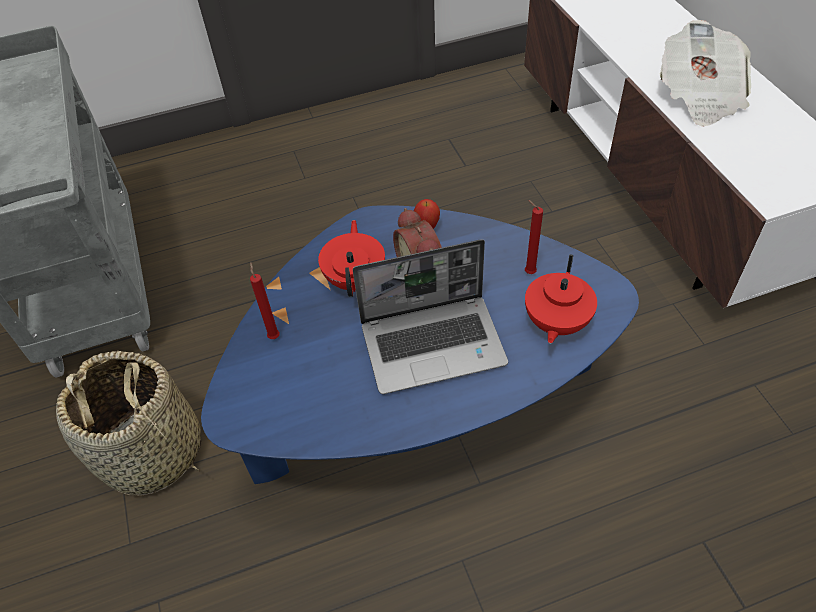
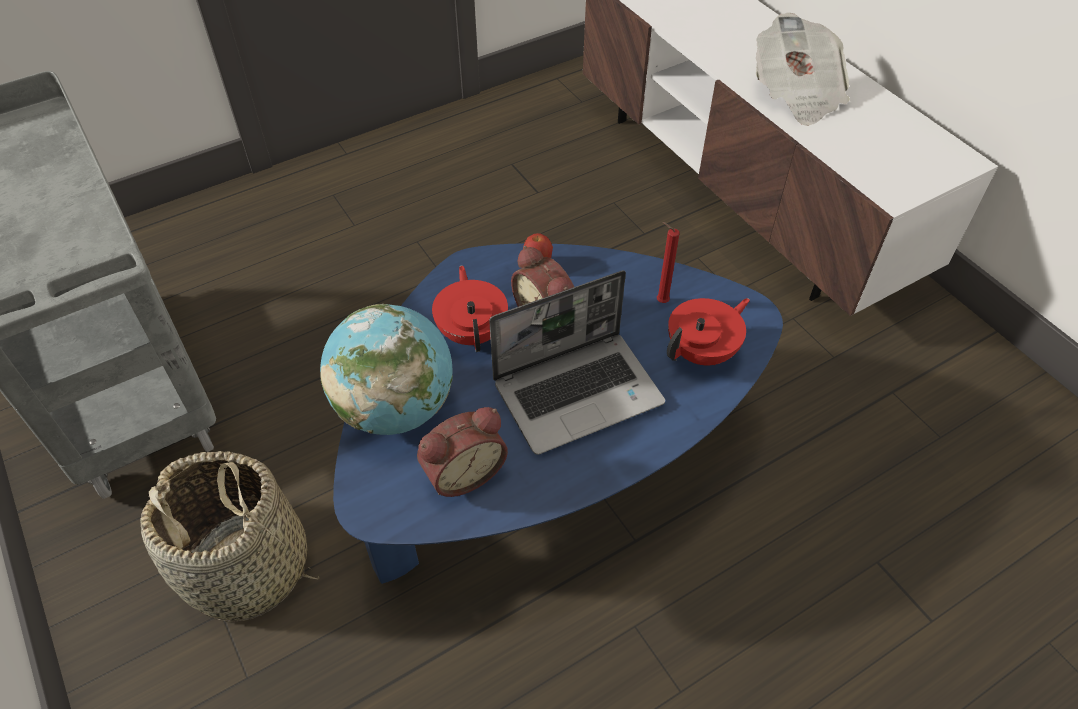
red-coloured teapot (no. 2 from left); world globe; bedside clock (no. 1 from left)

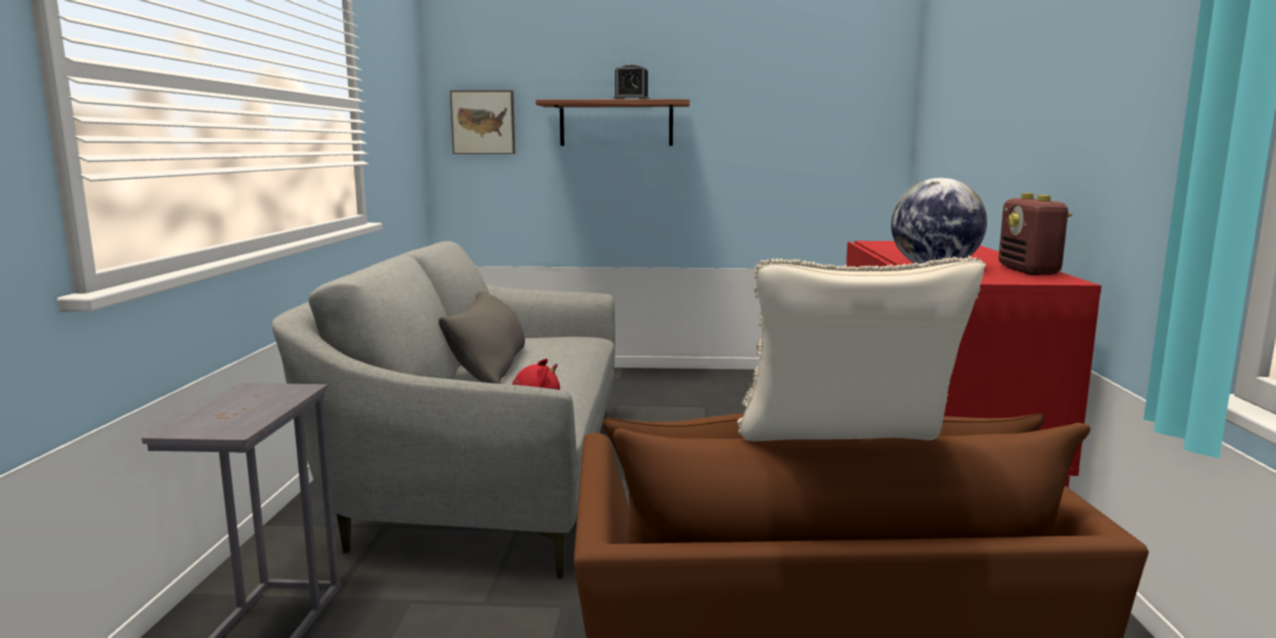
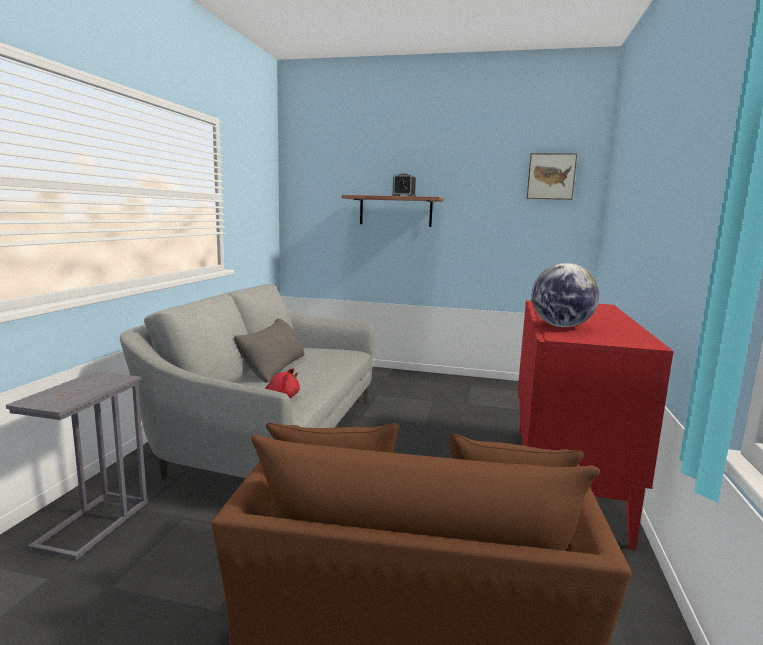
wall picture; radio; sand-coloured pillow

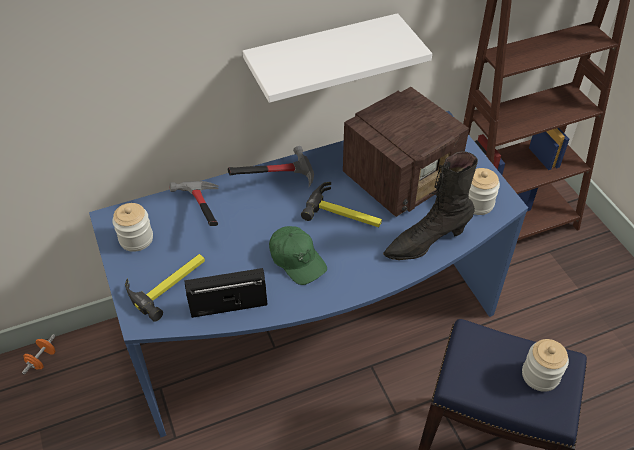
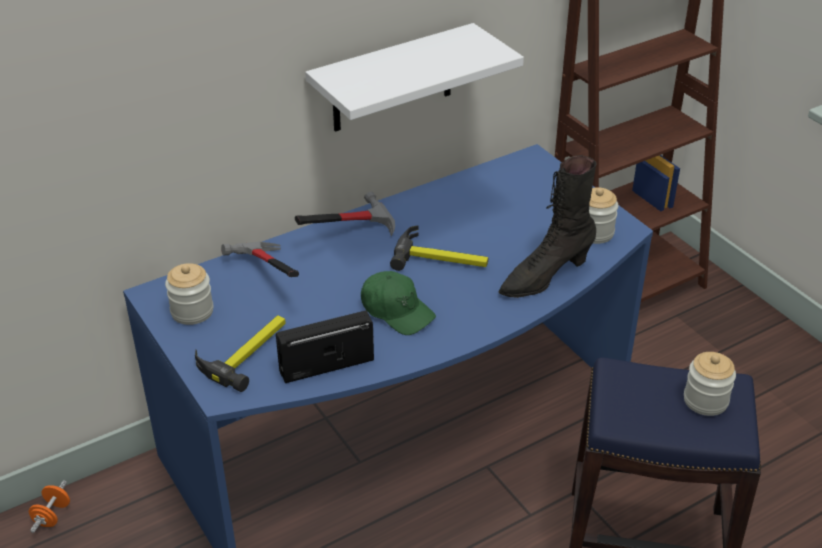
radio (no. 2 from left in the first image)

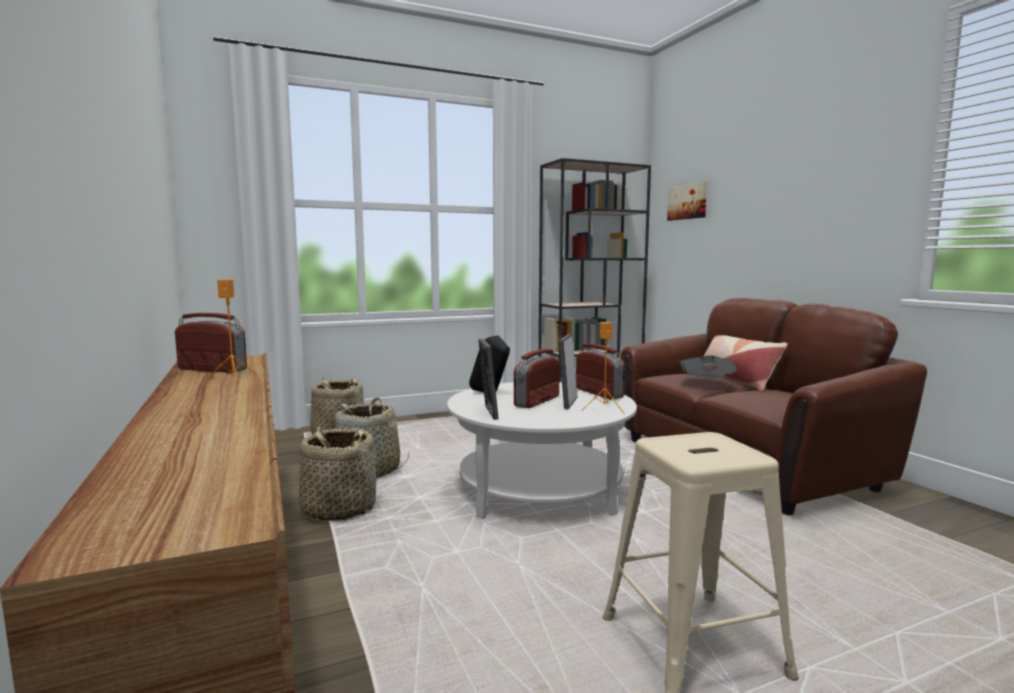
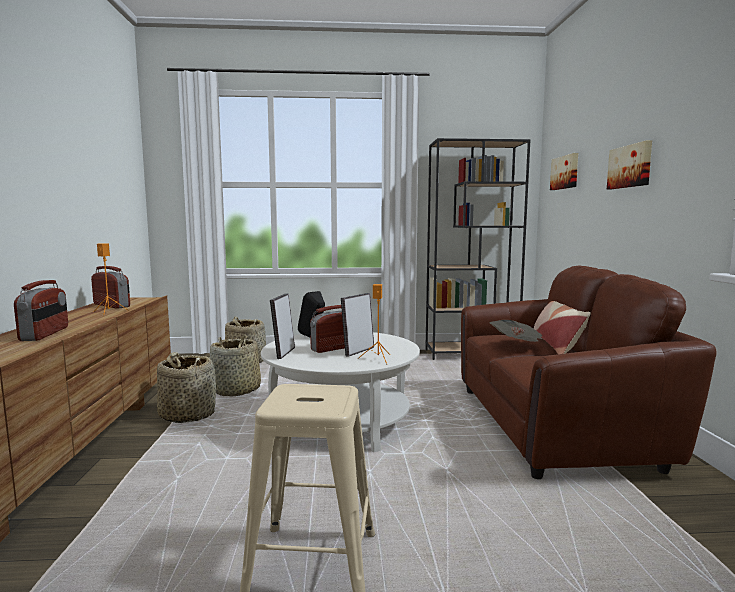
radio (no. 1 from left); wall picture (no. 2 from left)

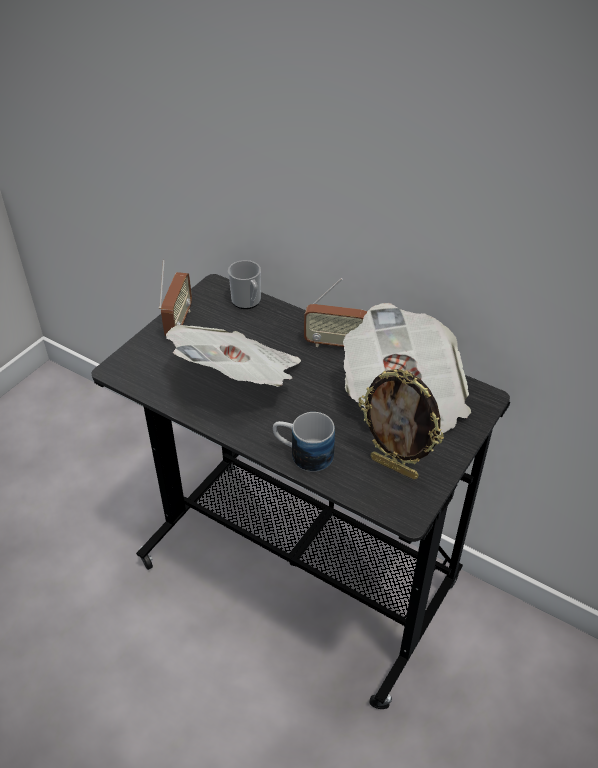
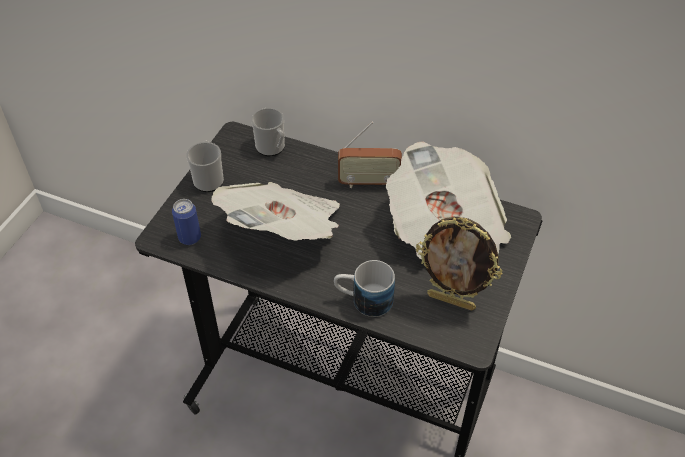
mug (no. 1 from left); can

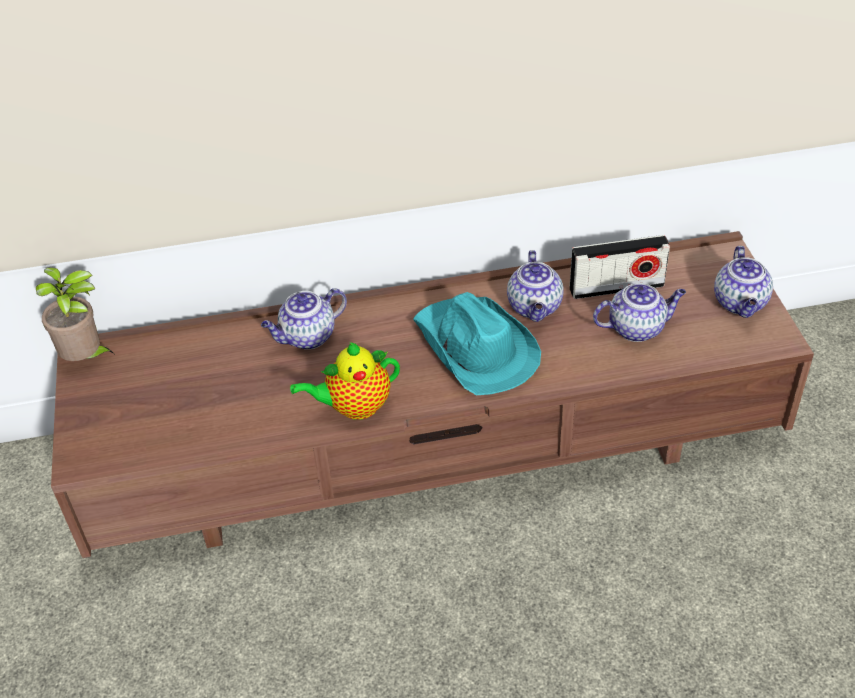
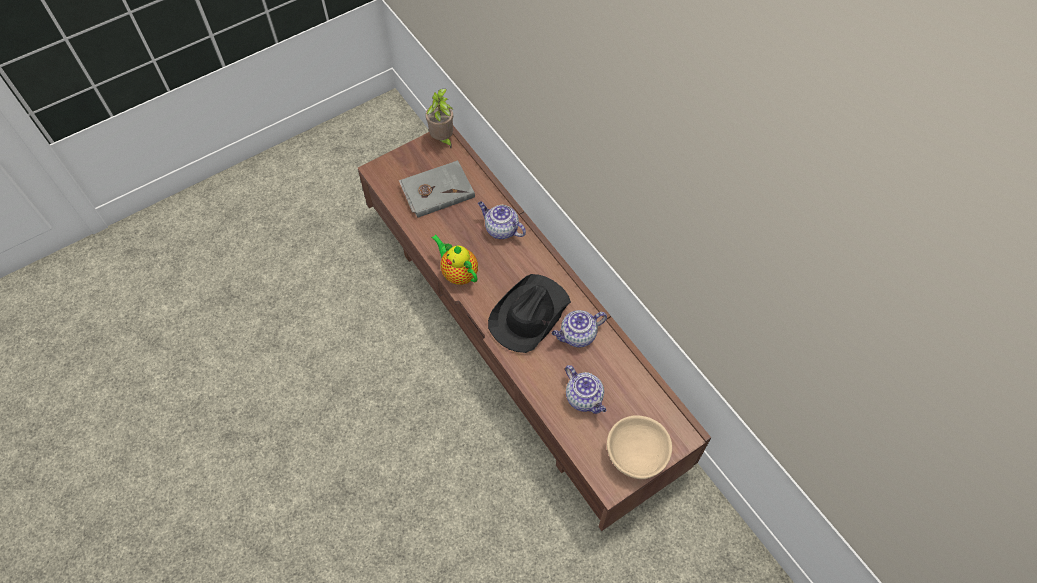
radio; sand-coloured bowl; black wearable hat; gray bound book

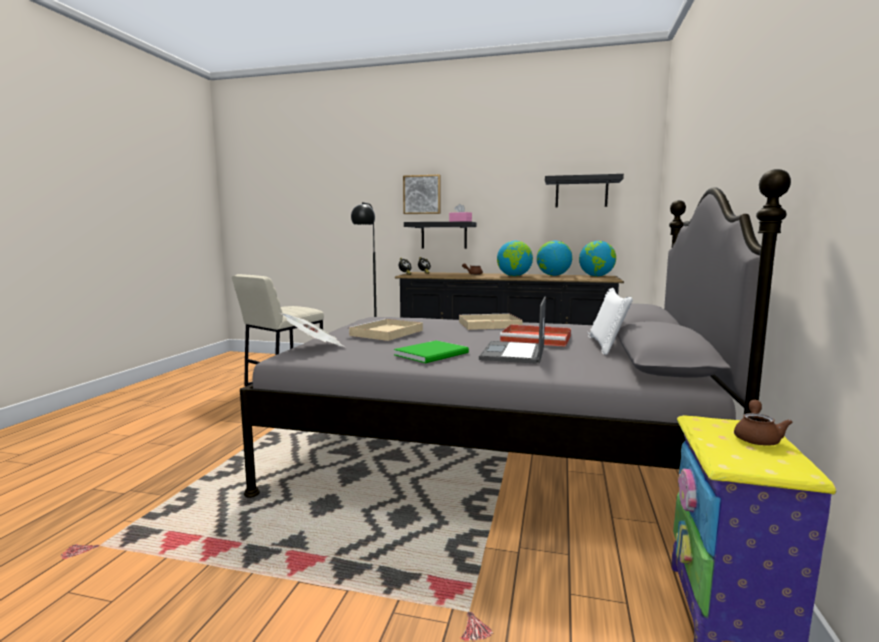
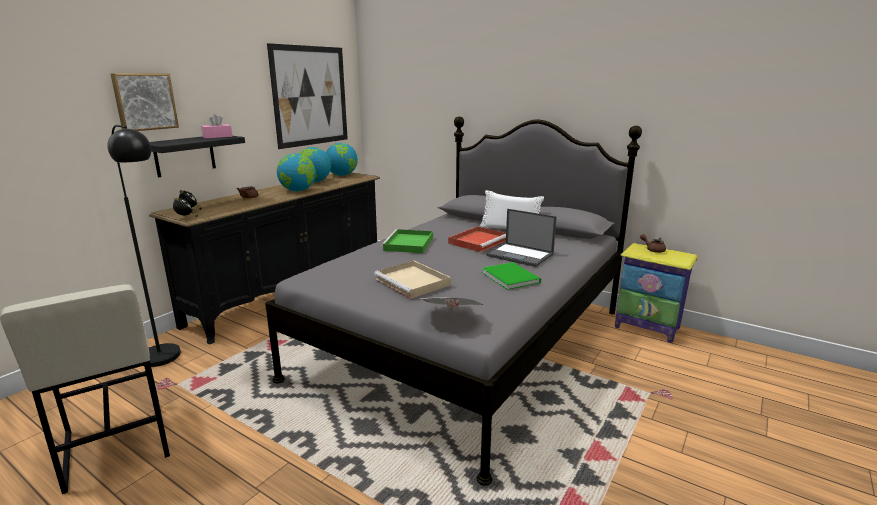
wall picture (no. 2 from left); greenish serving tray

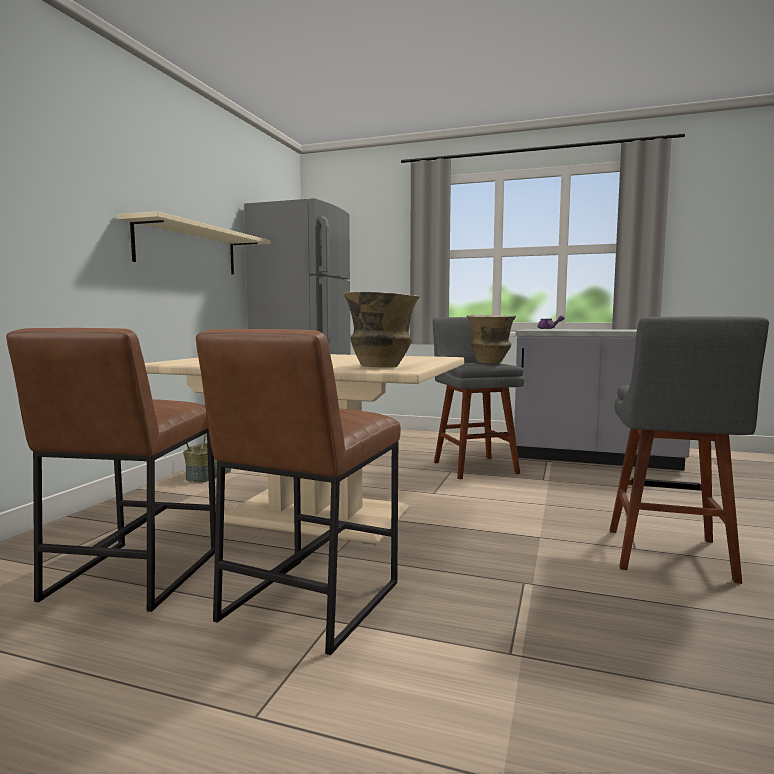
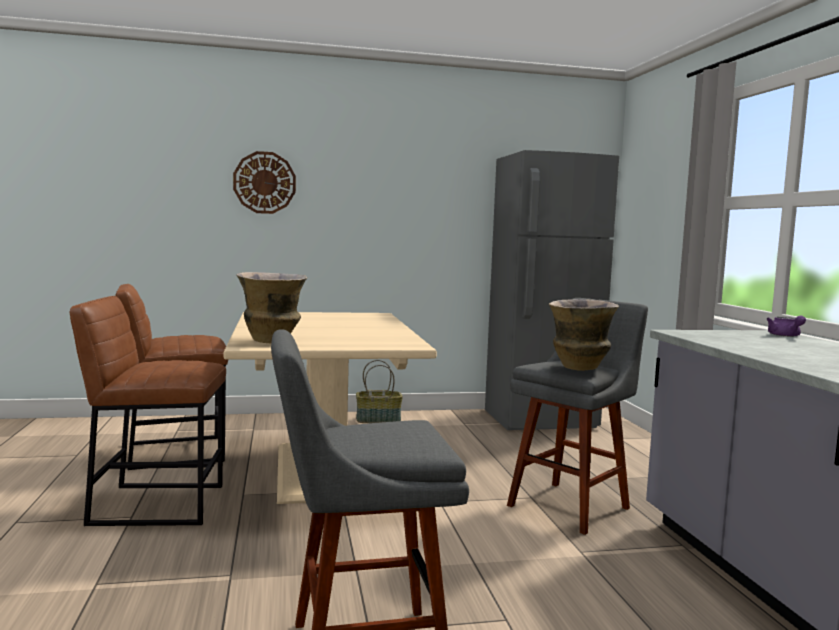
sand-coloured shelf; clock on the wall

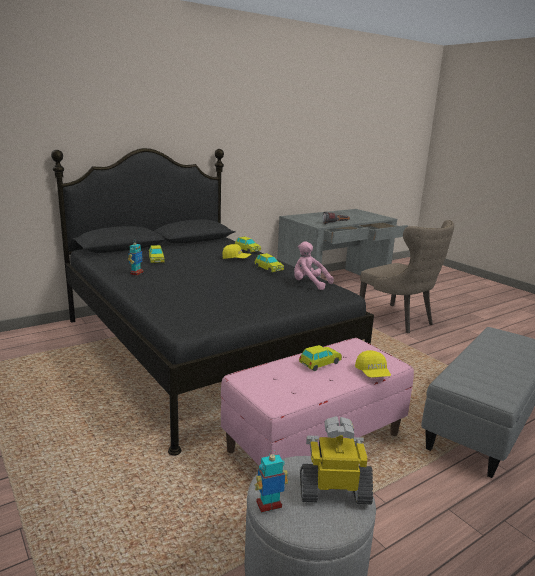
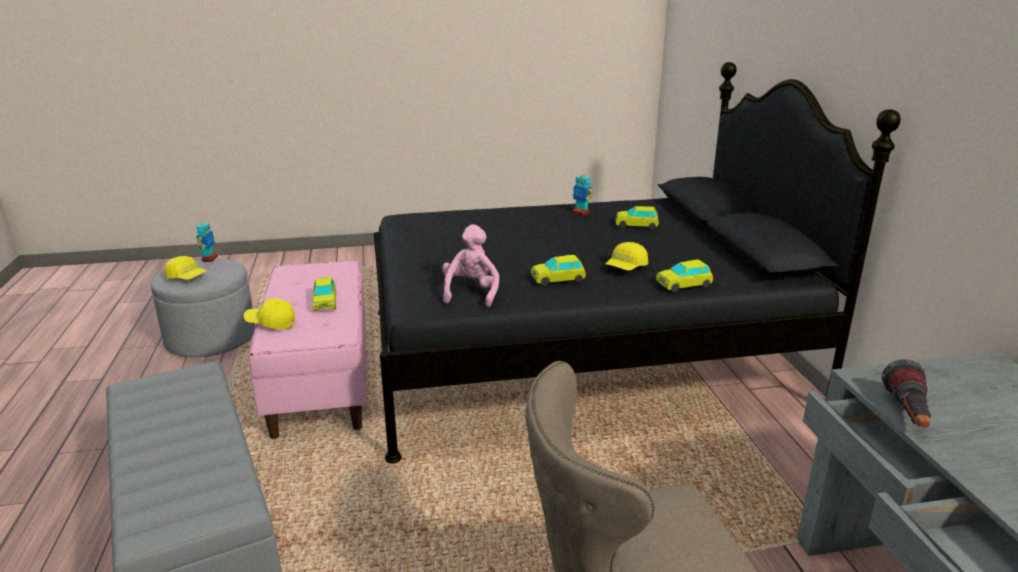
pink soft toy; yellow-coloured cap (no. 1 from left)

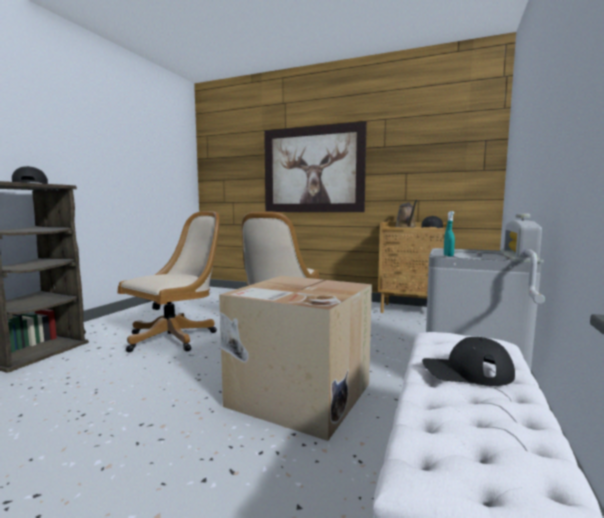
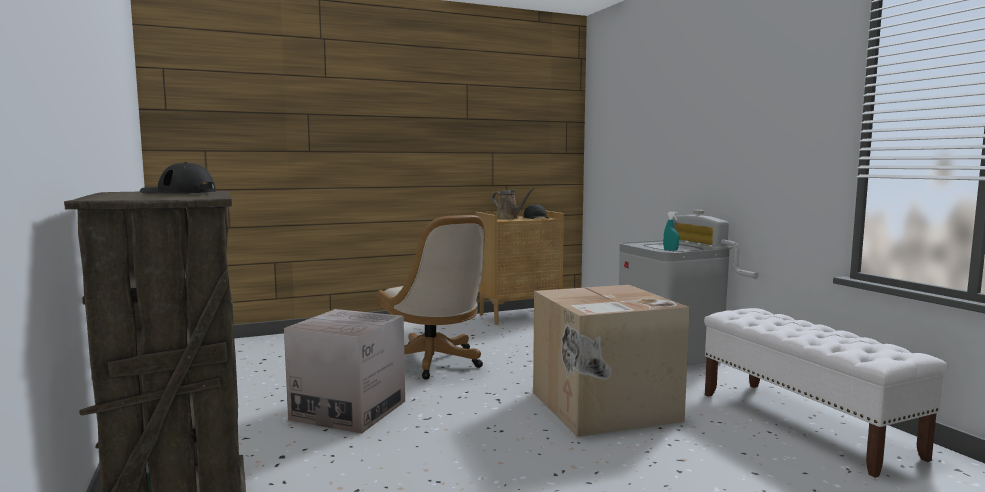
wall picture; carton (no. 1 from left); black cap (no. 3 from left in the first image)

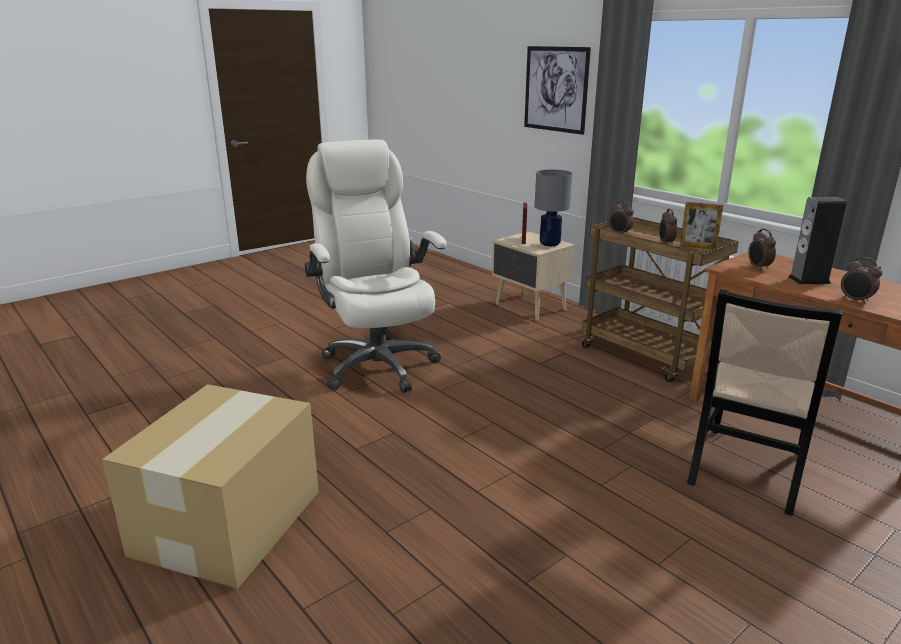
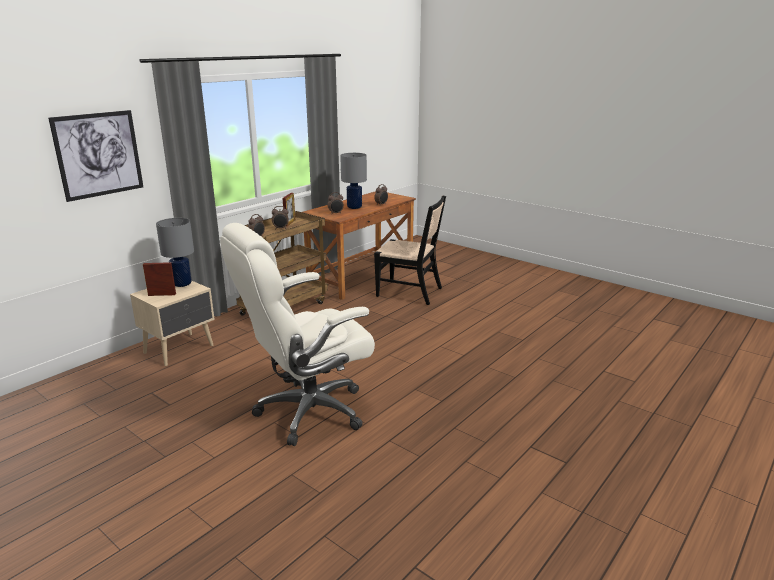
gray tabletop lamp (no. 2 from left); carton

